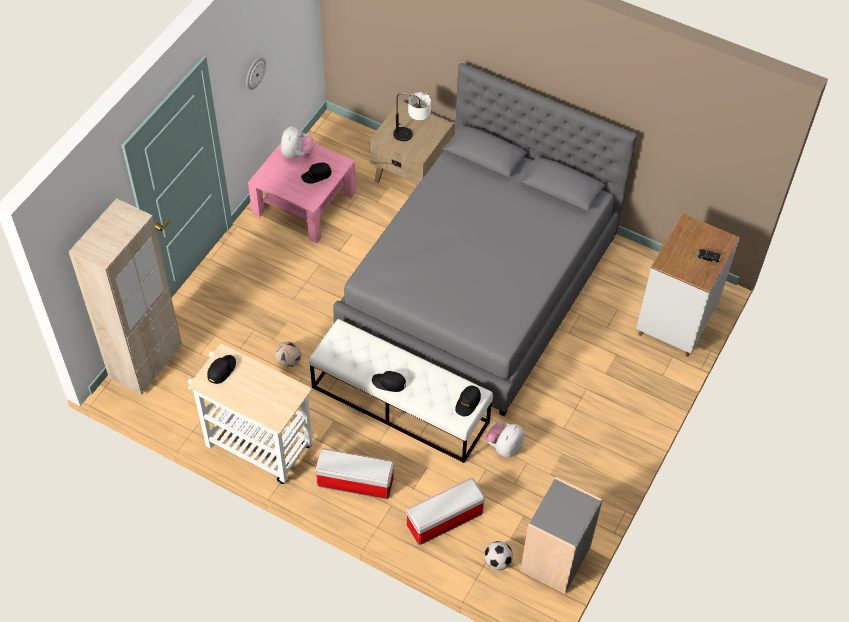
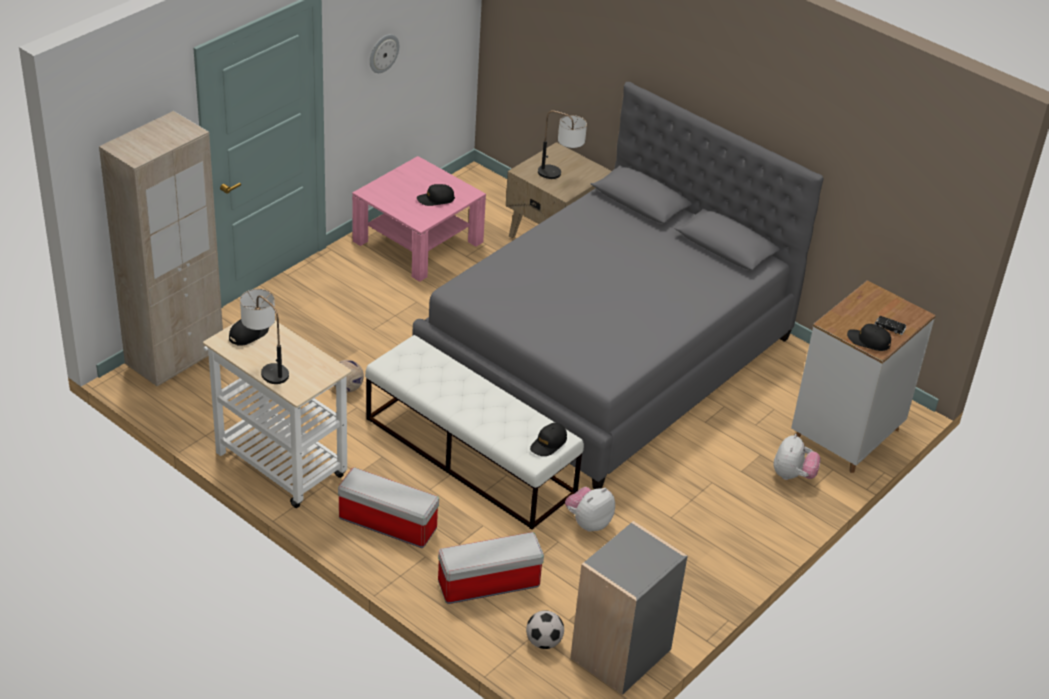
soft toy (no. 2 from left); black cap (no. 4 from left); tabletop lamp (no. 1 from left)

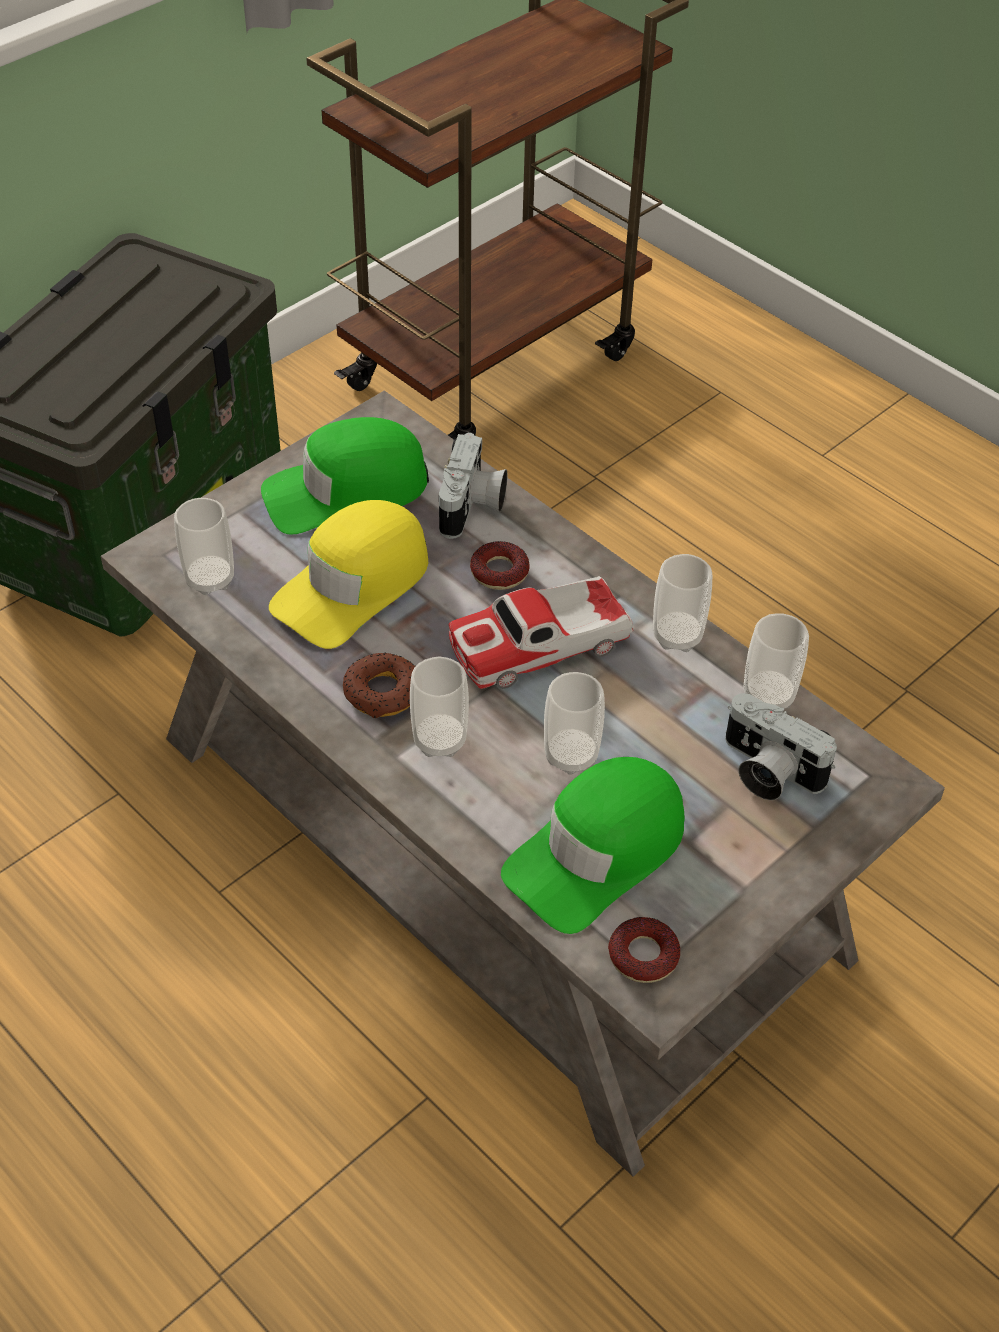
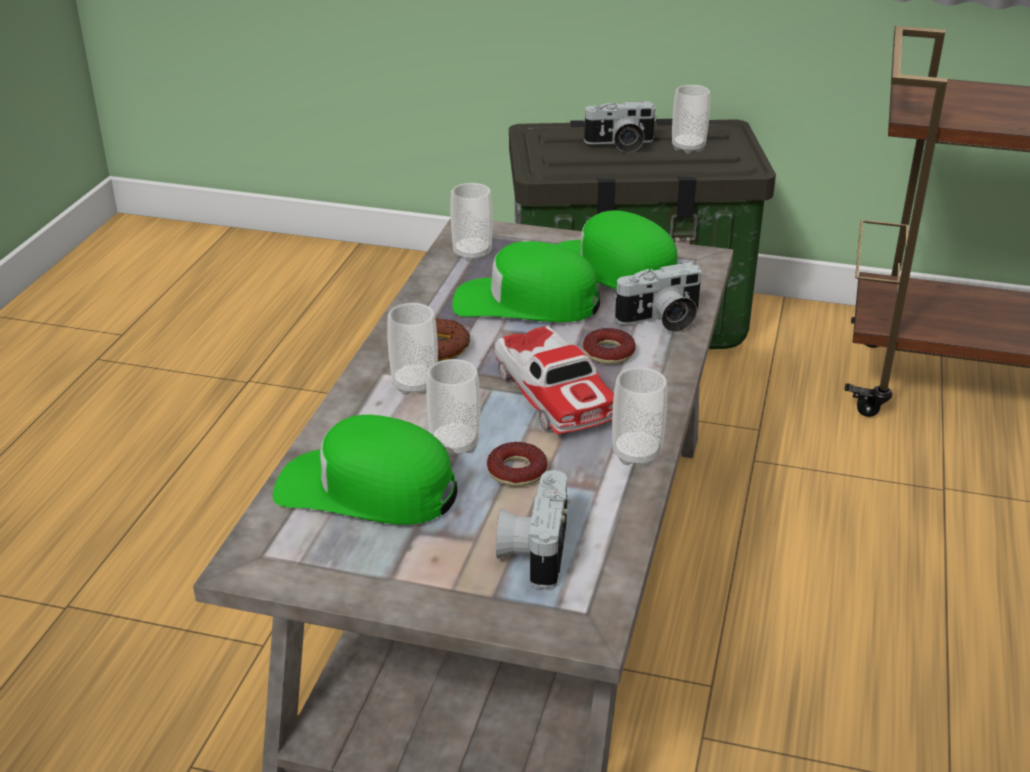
greenish cap (no. 2 from left); model car; drinking cup (no. 5 from left); ring doughnut (no. 2 from left); still camera (no. 2 from left)

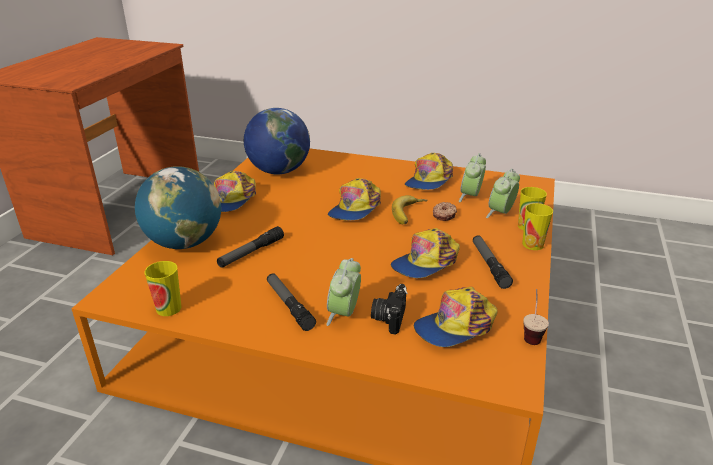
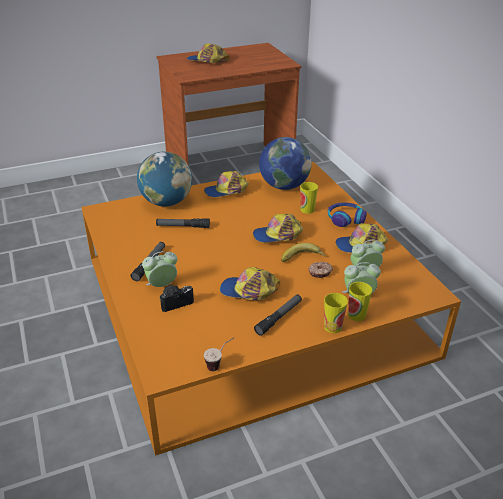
drinking cup (no. 2 from left); cap (no. 1 from left); headphones

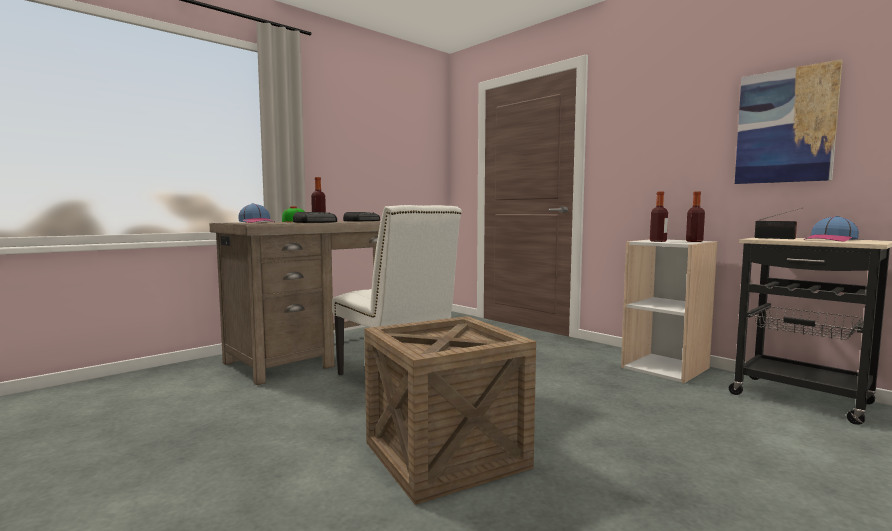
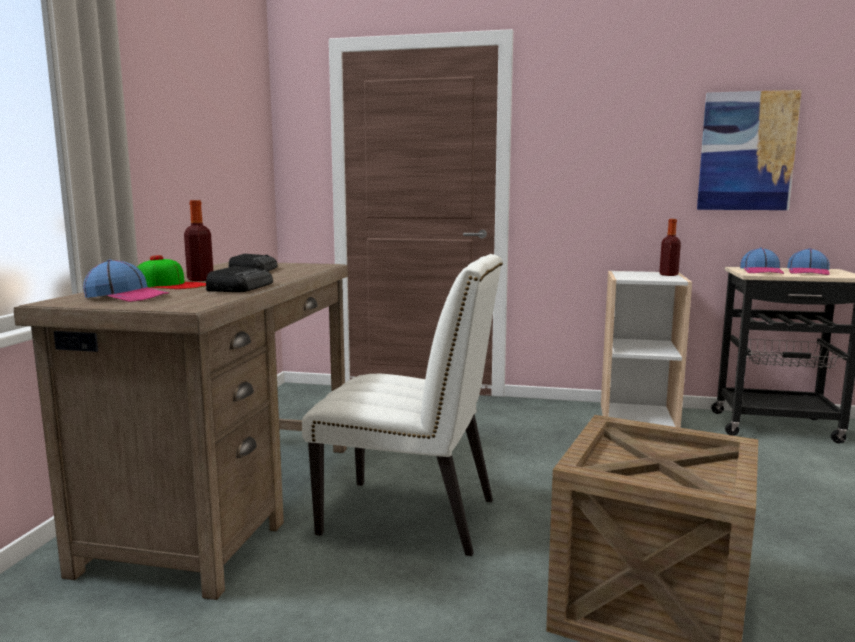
beverage bottle (no. 2 from left in the first image); cap (no. 3 from left)

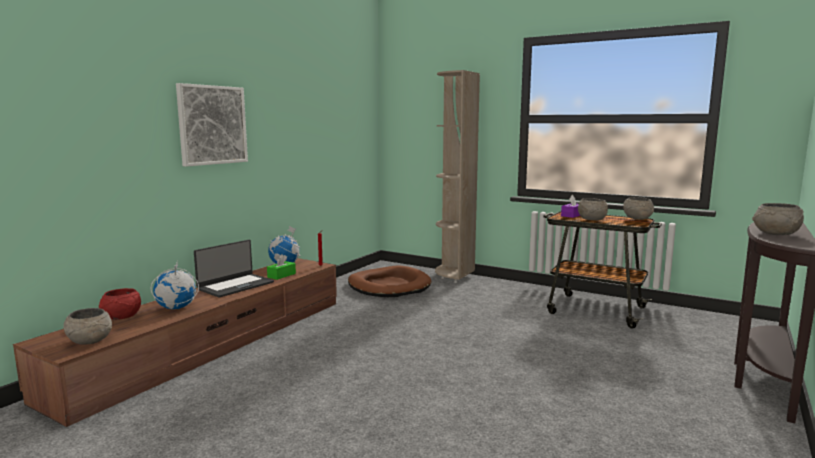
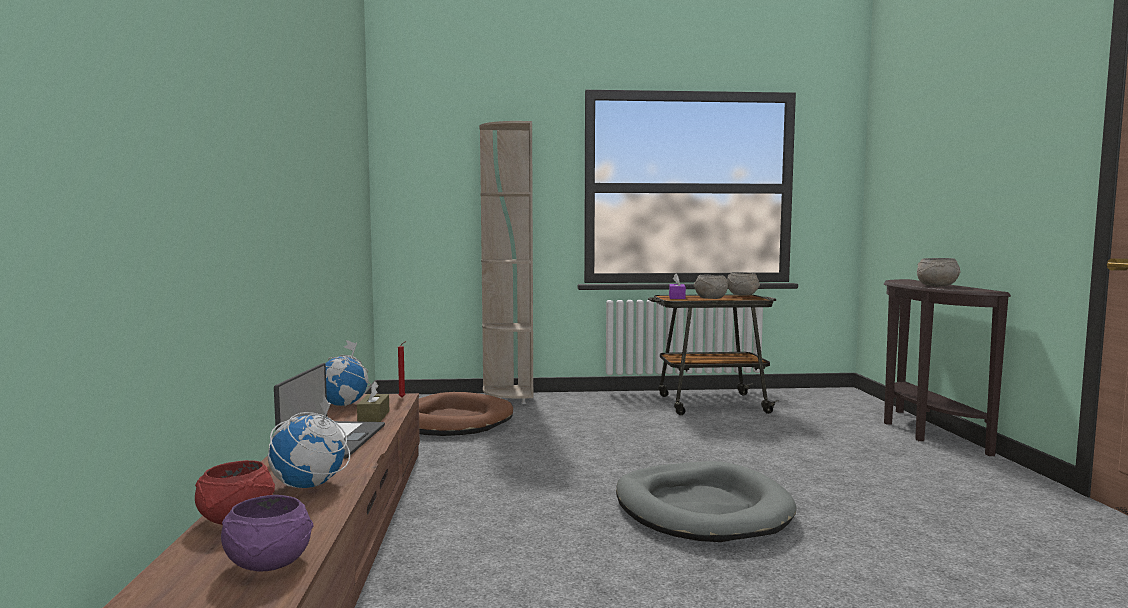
wall picture; brownish box of tissues; purplish bowl; gray pet bed

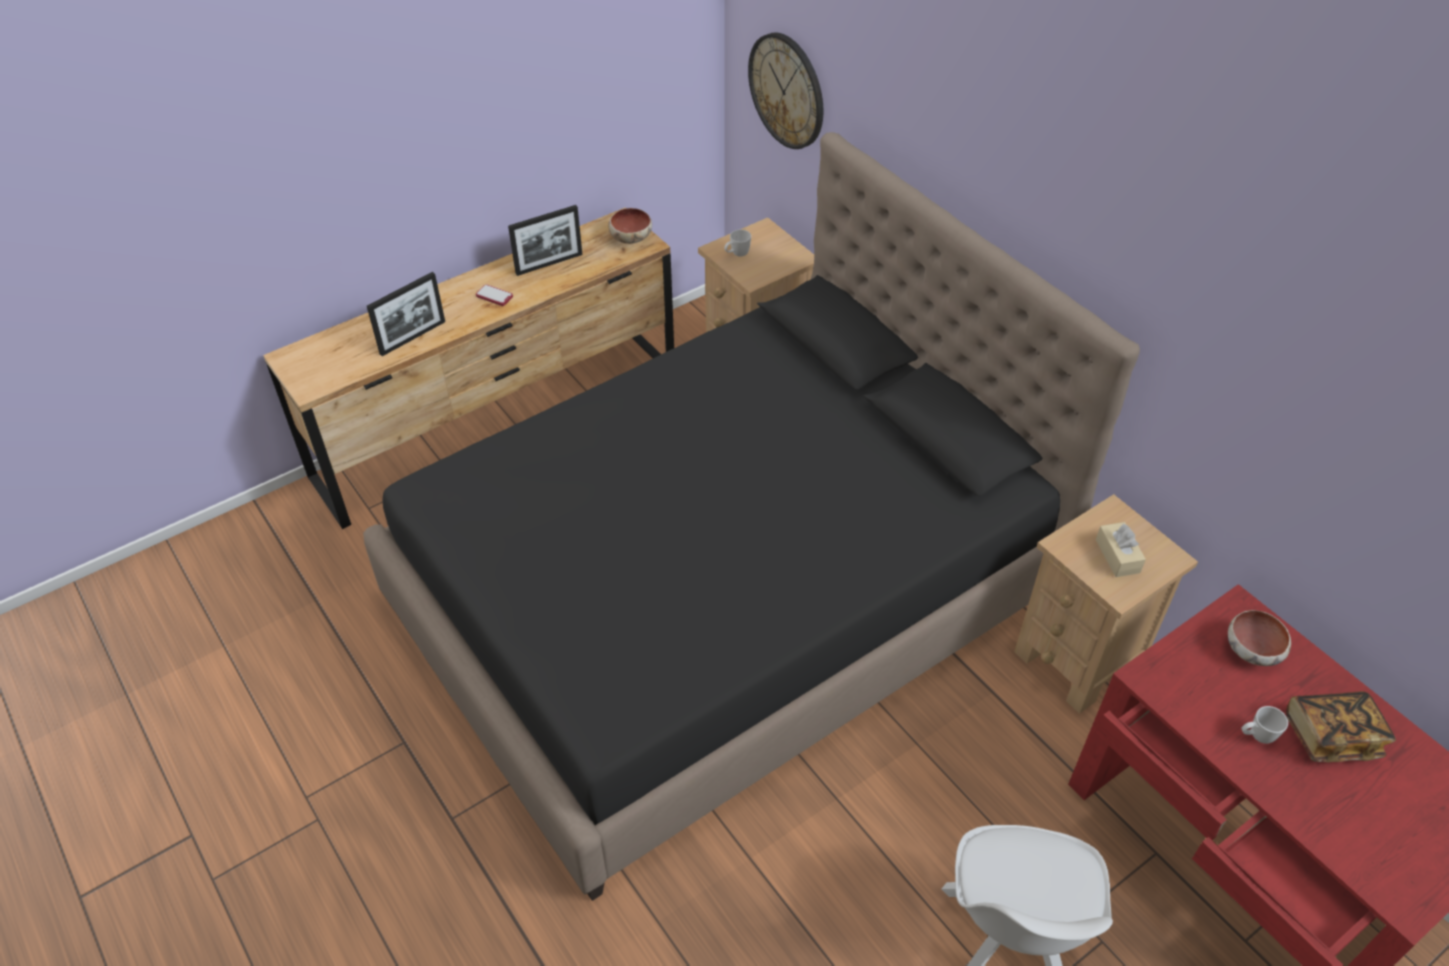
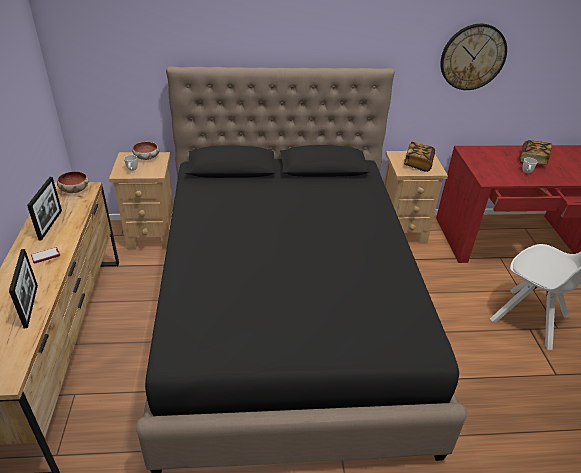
clock on the wall; bound book (no. 1 from left); bowl (no. 2 from left)

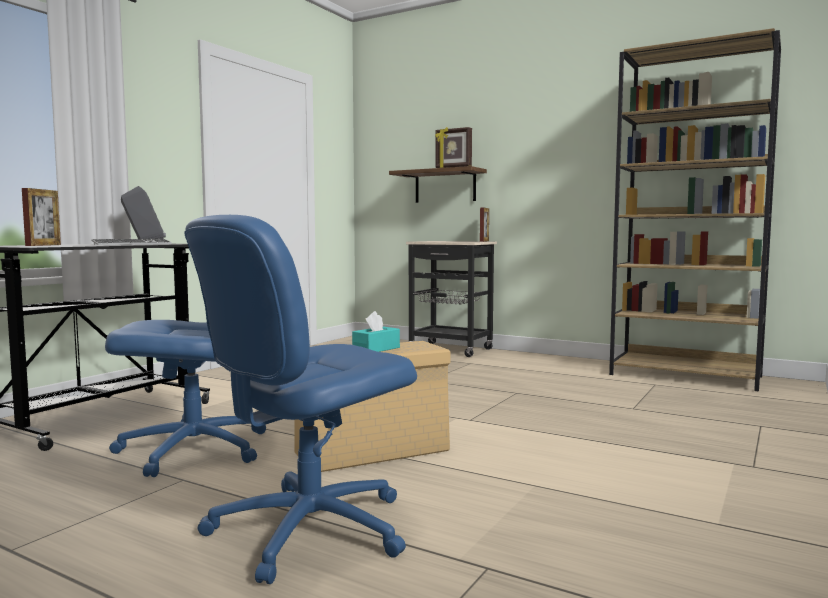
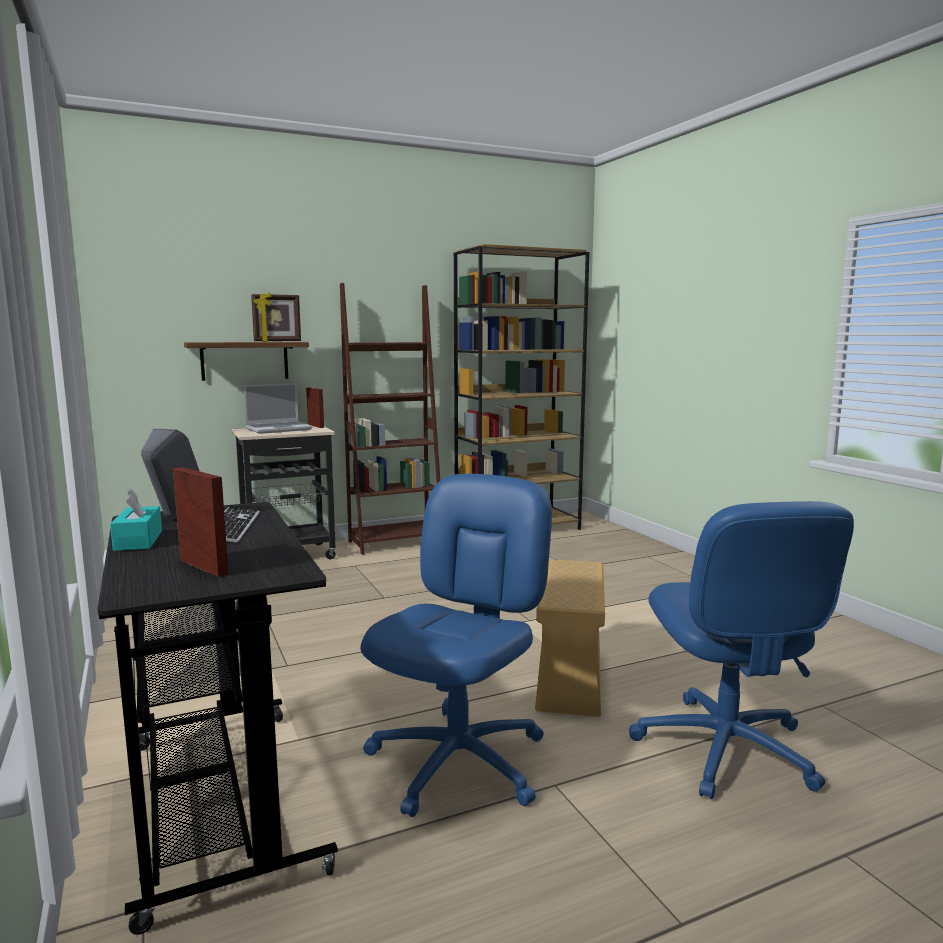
blue-green box of tissues; brownish shelving unit (no. 1 from left); notebook computer

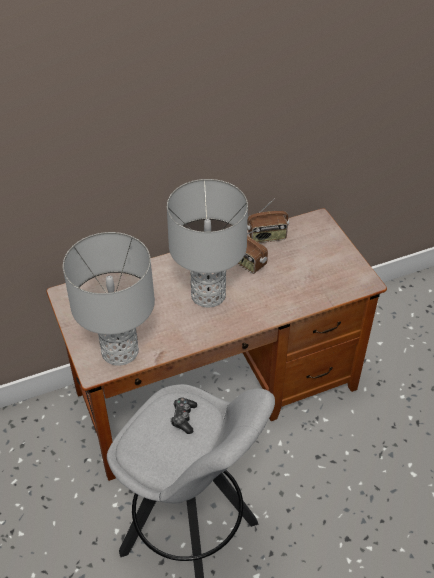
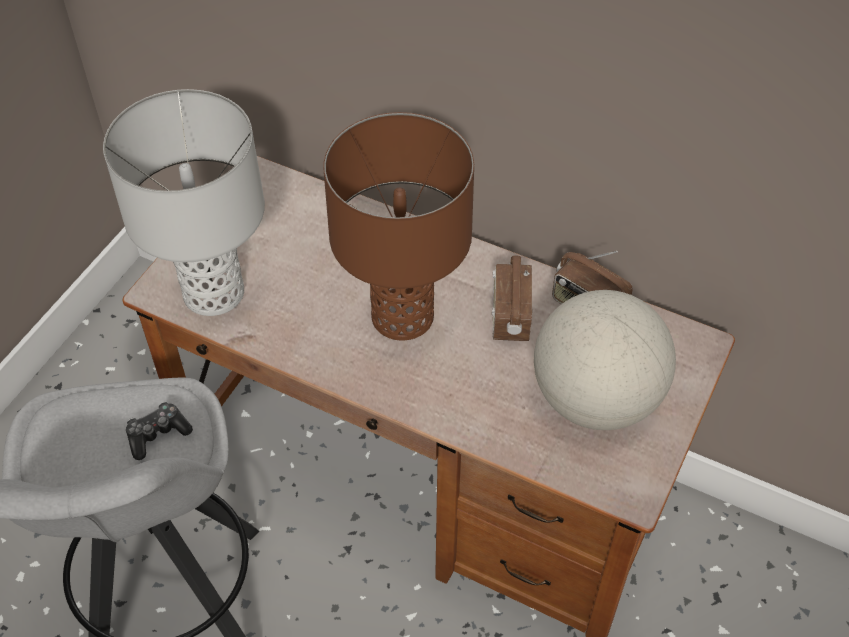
brownish tabletop lamp; world globe

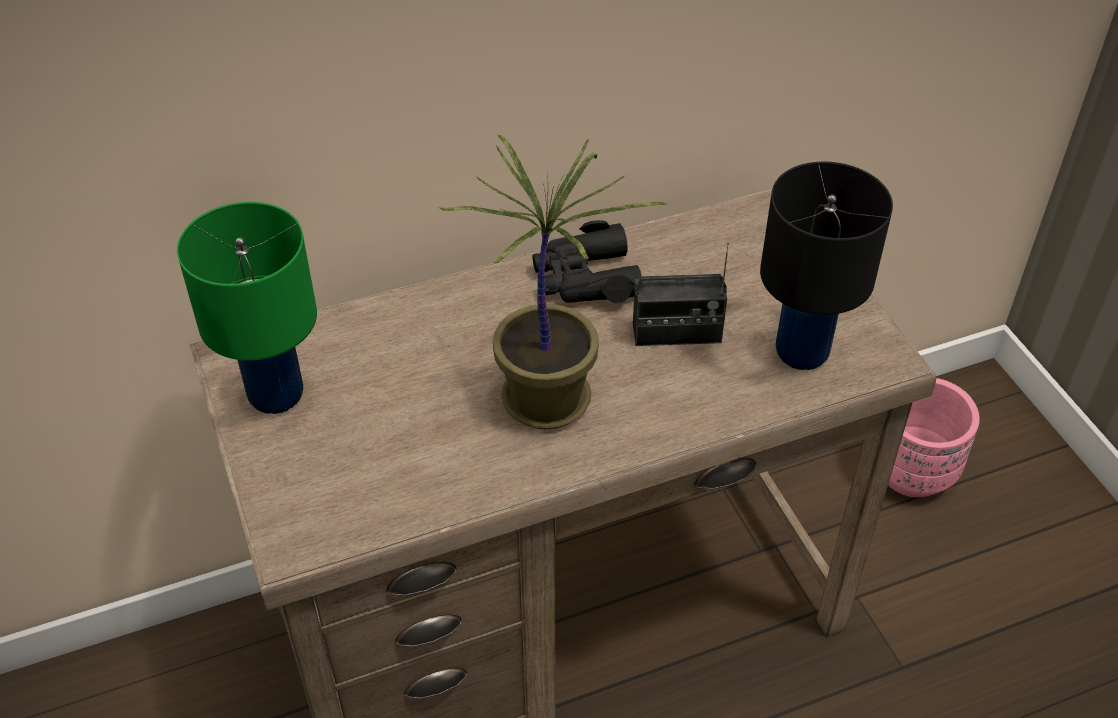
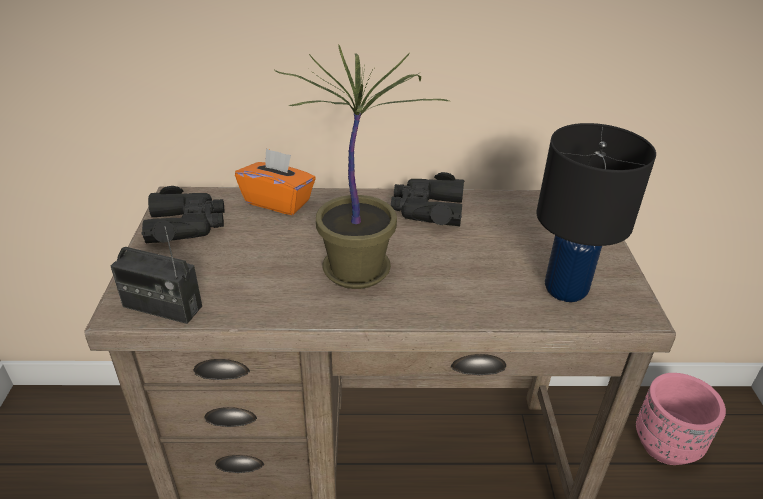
black field glasses (no. 1 from left); radio; orangey box of tissues

